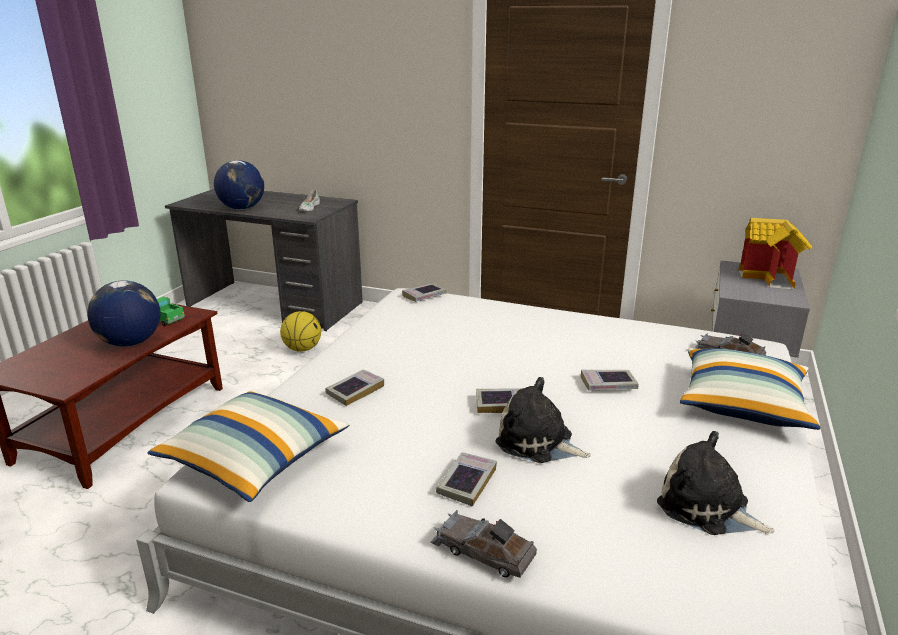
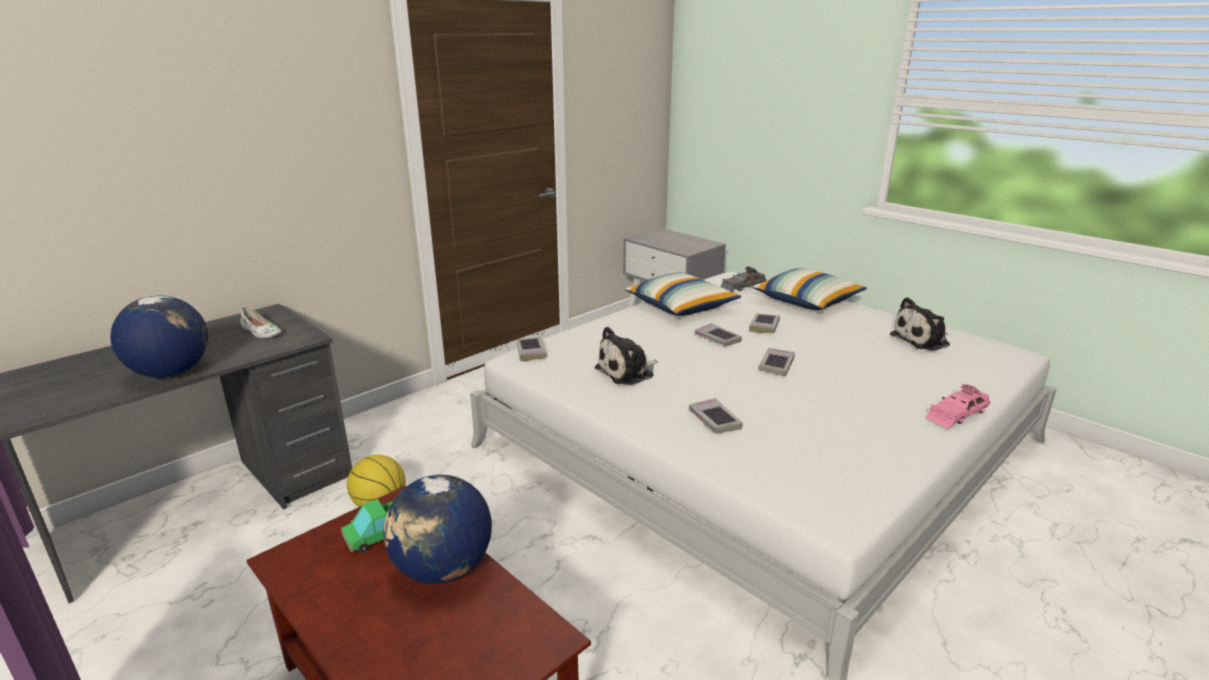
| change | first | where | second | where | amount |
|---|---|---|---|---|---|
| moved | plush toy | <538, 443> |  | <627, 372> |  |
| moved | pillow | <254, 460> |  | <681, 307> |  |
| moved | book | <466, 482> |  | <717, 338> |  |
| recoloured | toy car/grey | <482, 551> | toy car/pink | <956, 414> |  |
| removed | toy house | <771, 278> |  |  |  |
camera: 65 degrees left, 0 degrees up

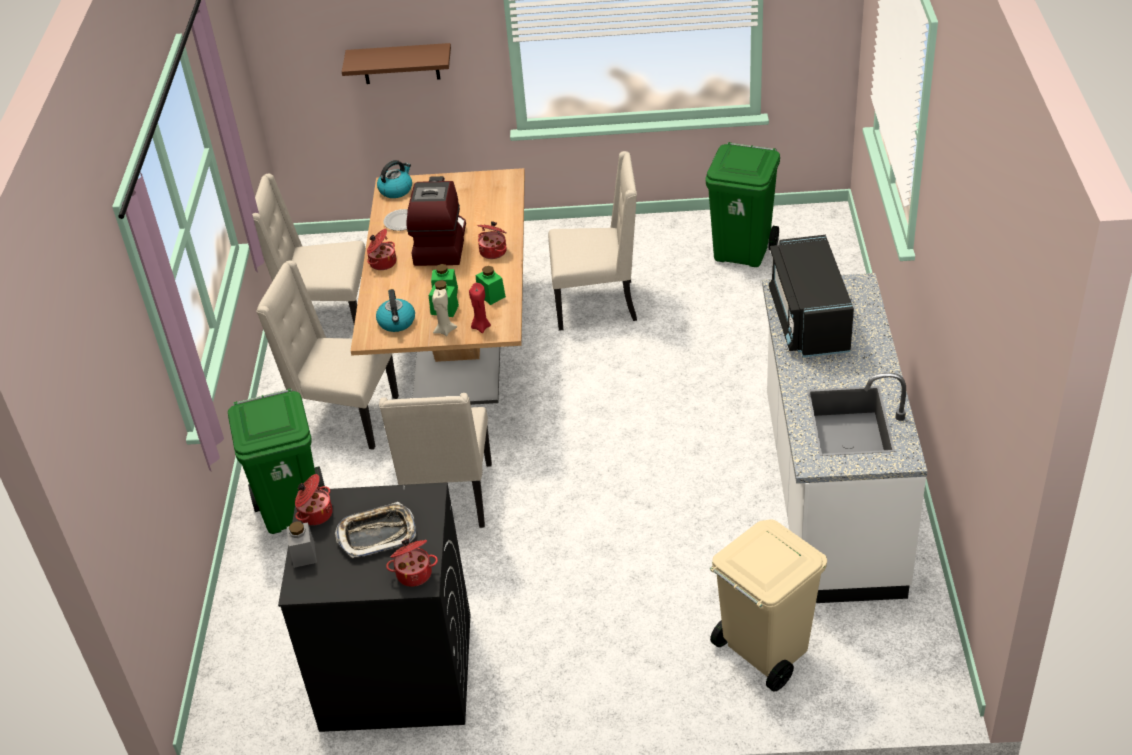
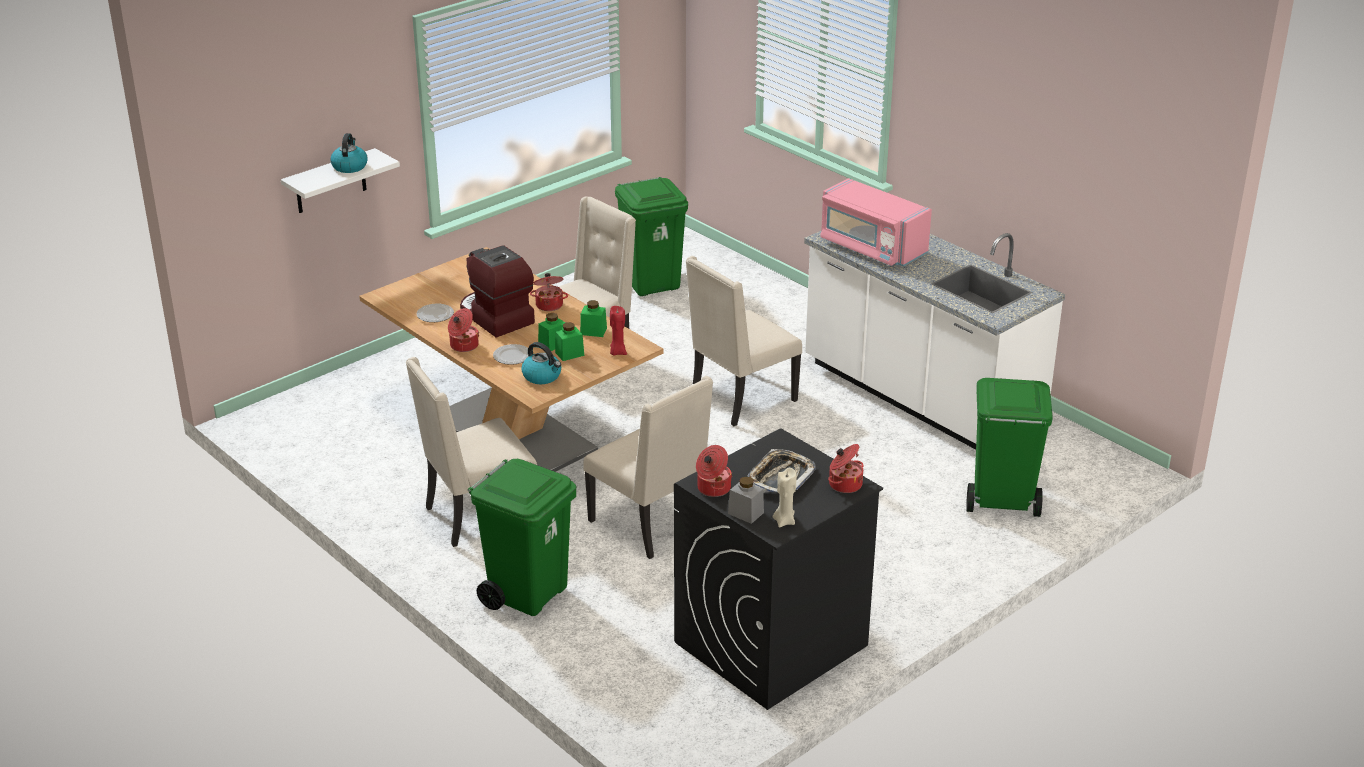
| change | first | where | second | where | amount |
|---|---|---|---|---|---|
| recoloured | shelf/brown | <400, 63> | shelf/white | <330, 182> |  |
| moved | kettle | <396, 190> |  | <349, 166> |  |
| added |  |  | plate | <512, 357> |  |
| moved | chair/beige | <327, 320> |  | <741, 400> |  |
| moved | candle/beige | <444, 330> |  | <784, 521> |  |
| recoloured | microwave/black | <809, 320> | microwave/pink | <871, 247> |  |
| recoloured | trash can/beige | <763, 651> | trash can/green | <1001, 501> |  |
camera: 45 degrees left, 10 degrees down

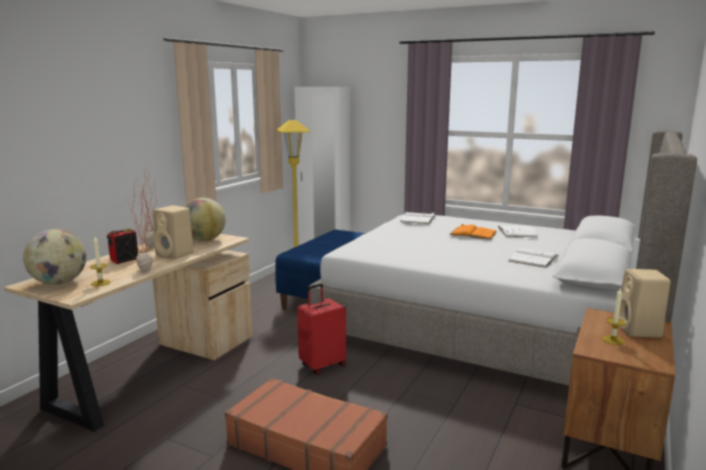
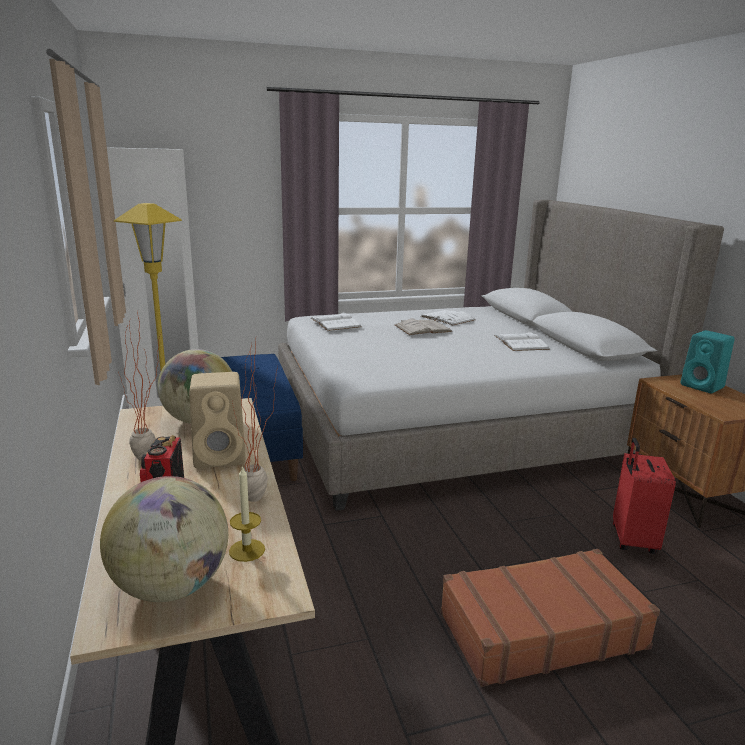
| change | first | where | second | where | amount |
|---|---|---|---|---|---|
| recoloured | book/orange | <473, 233> | book/white | <423, 328> |  |
| moved | suitcase/red | <322, 365> |  | <632, 540> |  |
| recoloured | speaker/beige | <639, 331> | speaker/turquoise | <703, 386> |  |
| removed | candle | <613, 340> |  |  |  |
camera: 45 degrees left, 5 degrees up

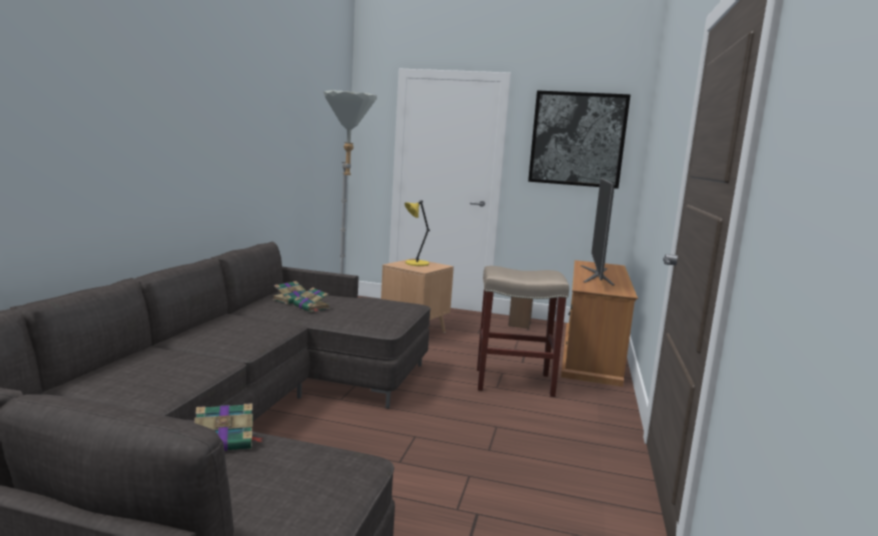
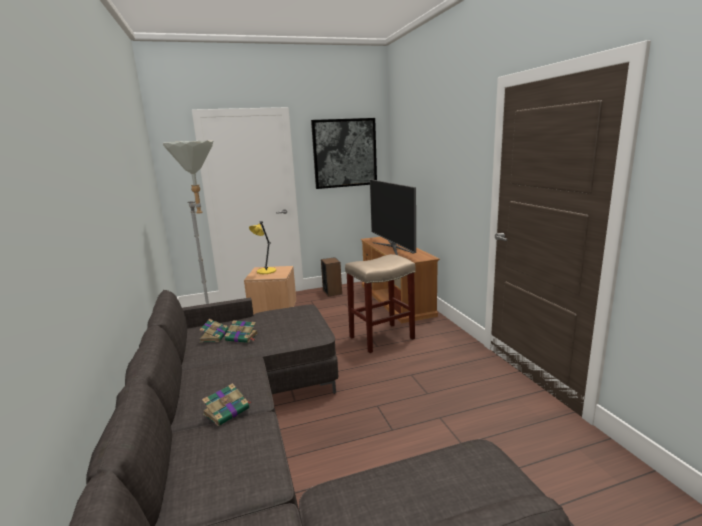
| change | first | where | second | where | amount |
|---|---|---|---|---|---|
| moved | book | <225, 440> |  | <227, 411> |  |
camera: 30 degrees left, 5 degrees up

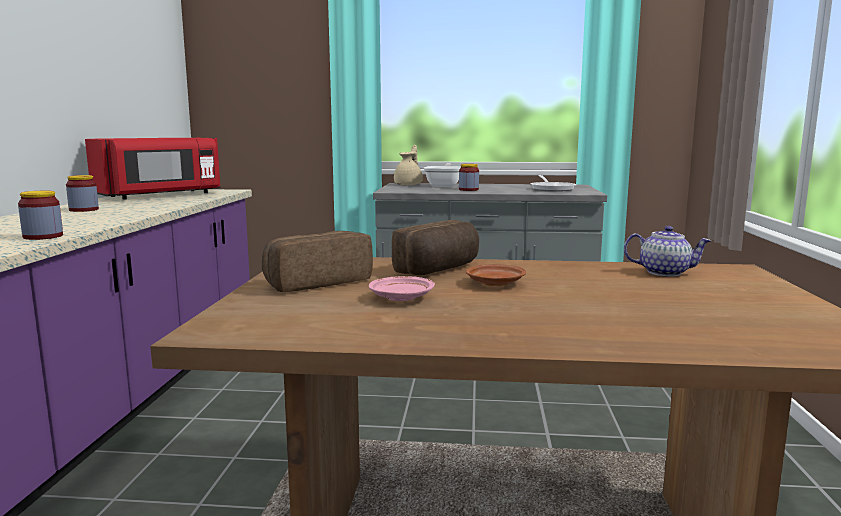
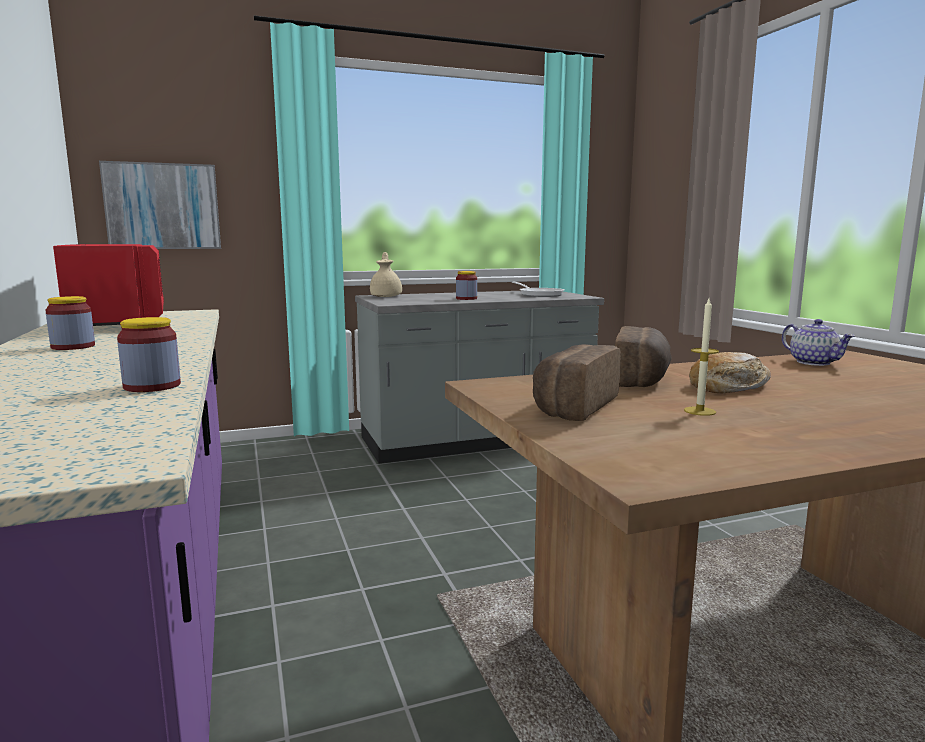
| change | first | where | second | where | amount |
|---|---|---|---|---|---|
| turned | microwave/red | <160, 195> |  | <119, 322> | 45 degrees counterclockwise |
| added |  |  | picture | <163, 206> |  |
| replaced | plate/pink | <401, 298> | candle | <699, 411> |  |
| replaced | plate/brown | <495, 283> | bread | <729, 387> |  |
| turned | teapot | <664, 272> |  | <814, 362> | 75 degrees clockwise |
| removed | frying pan | <444, 186> |  |  |  |
camera: 25 degrees left, 0 degrees up

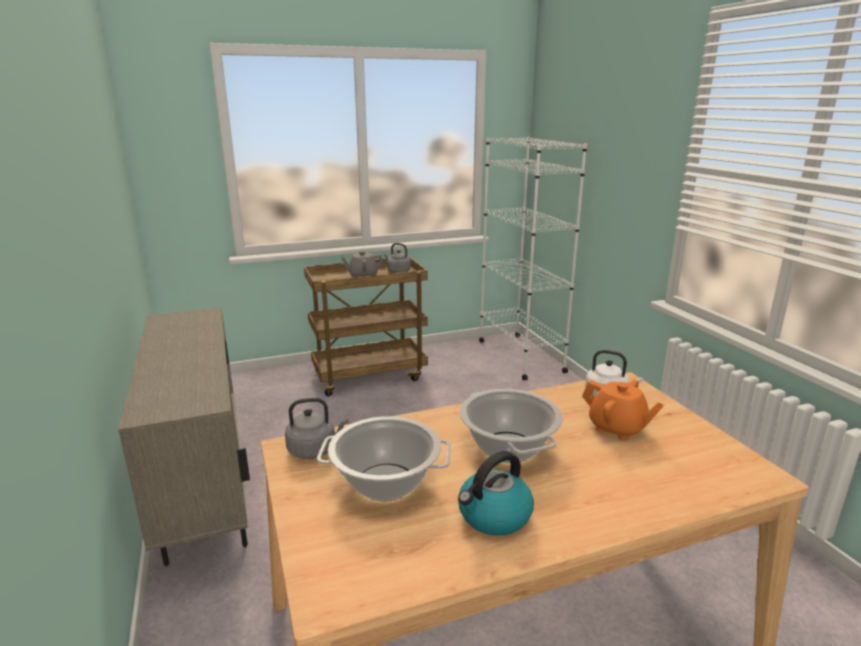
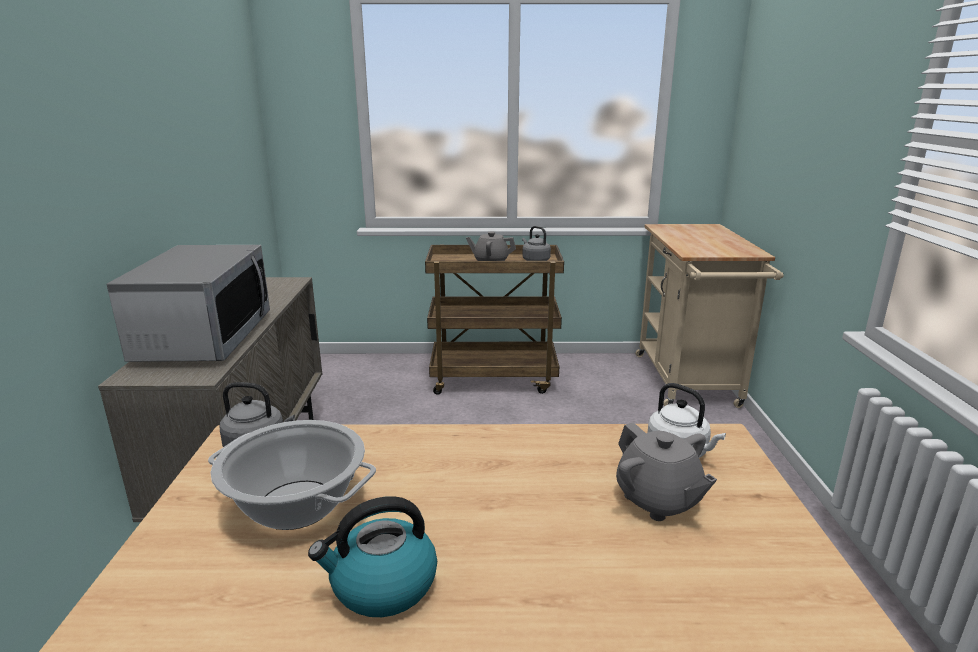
| change | first | where | second | where | amount |
|---|---|---|---|---|---|
| added |  |  | microwave | <204, 338> |  |
| recoloured | teapot/orange | <617, 428> | teapot/grey | <658, 500> |  |
| replaced | bookcase/white | <520, 356> | cart/beige | <689, 384> |  |
| removed | cooking pot | <508, 447> |  |  |  |
camera: 20 degrees right, 0 degrees up

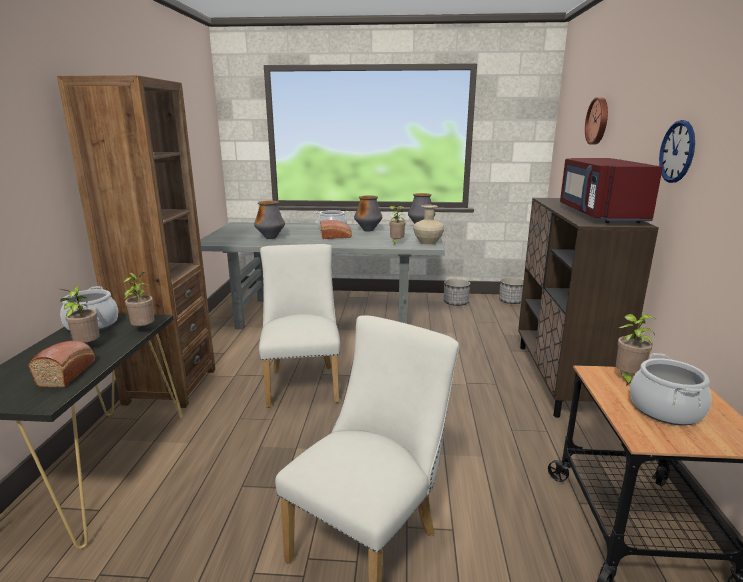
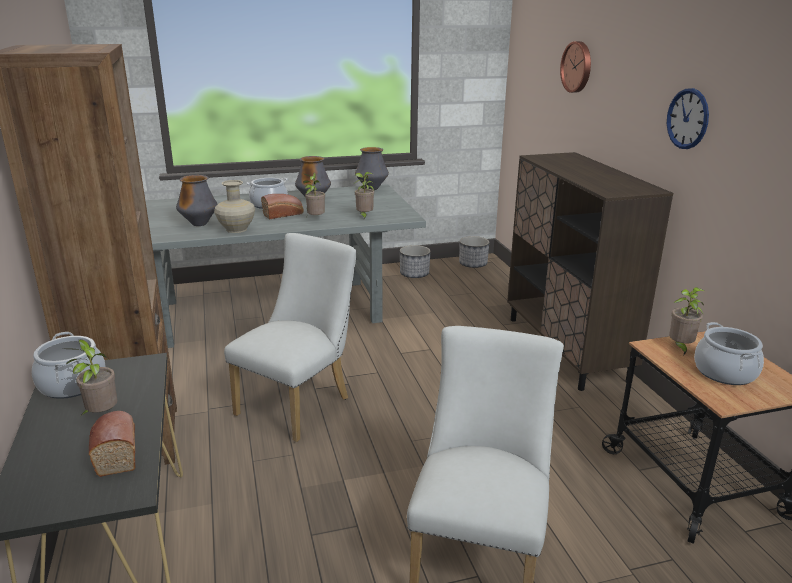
| change | first | where | second | where | amount |
|---|---|---|---|---|---|
| moved | vase/beige | <427, 243> |  | <236, 229> |  |
| turned | chair/white | <303, 382> |  | <299, 403> | 60 degrees clockwise |
| moved | potted plant | <143, 329> |  | <315, 219> |  |
| removed | microwave/red | <599, 215> |  |  |  |
camera: 20 degrees left, 5 degrees up

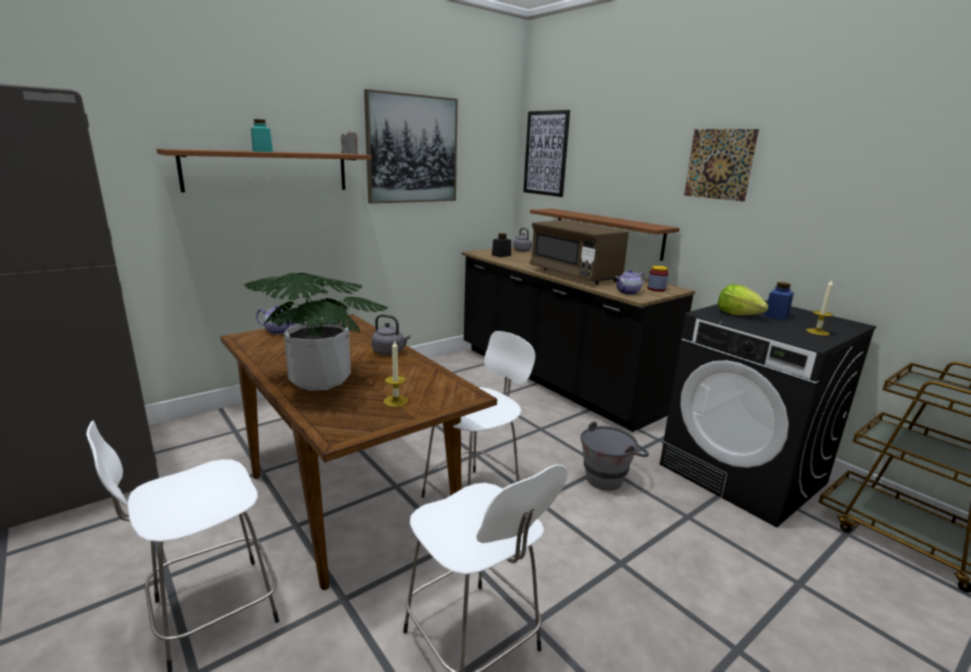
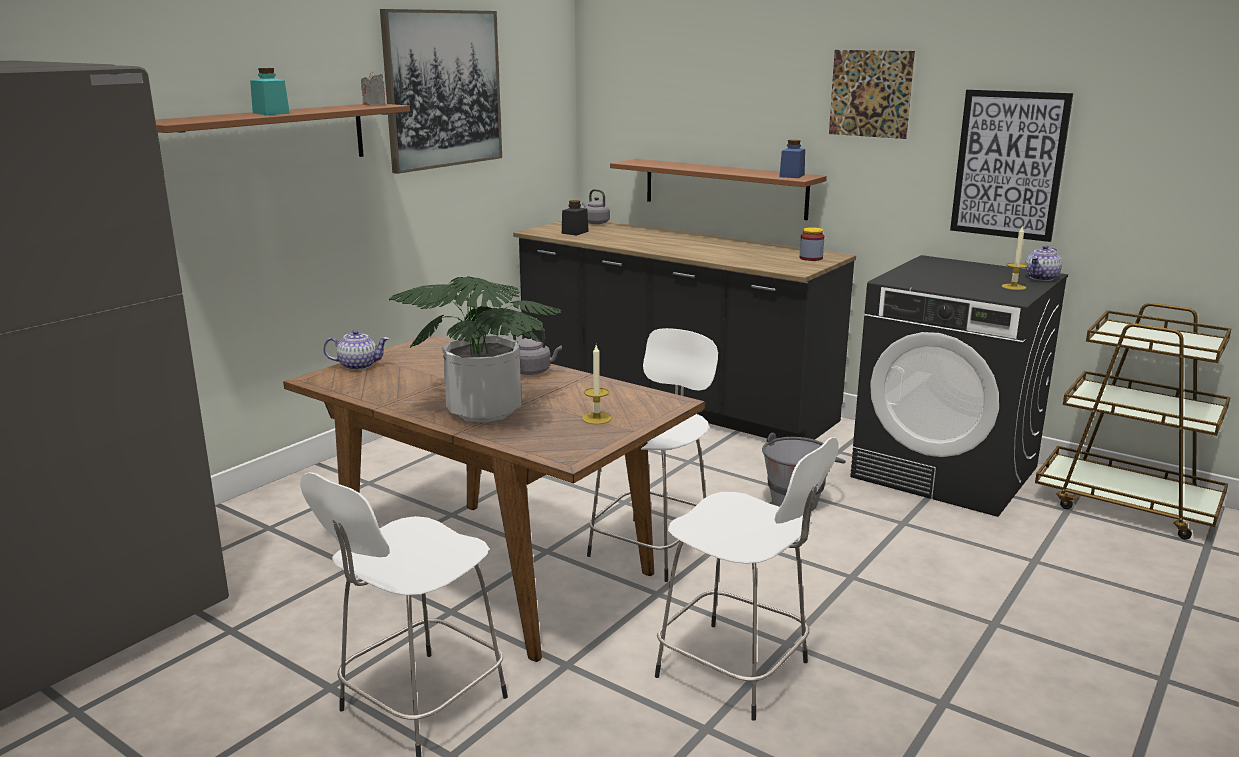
| change | first | where | second | where | amount |
|---|---|---|---|---|---|
| moved | jar/blue | <776, 316> |  | <792, 176> |  |
| moved | picture | <546, 153> |  | <1009, 165> |  |
| moved | teapot | <628, 292> |  | <1041, 278> |  |
| removed | microwave/brown | <574, 275> |  |  |  |
| removed | lettuce | <737, 314> |  |  |  |
camera: 15 degrees left, 0 degrees up

